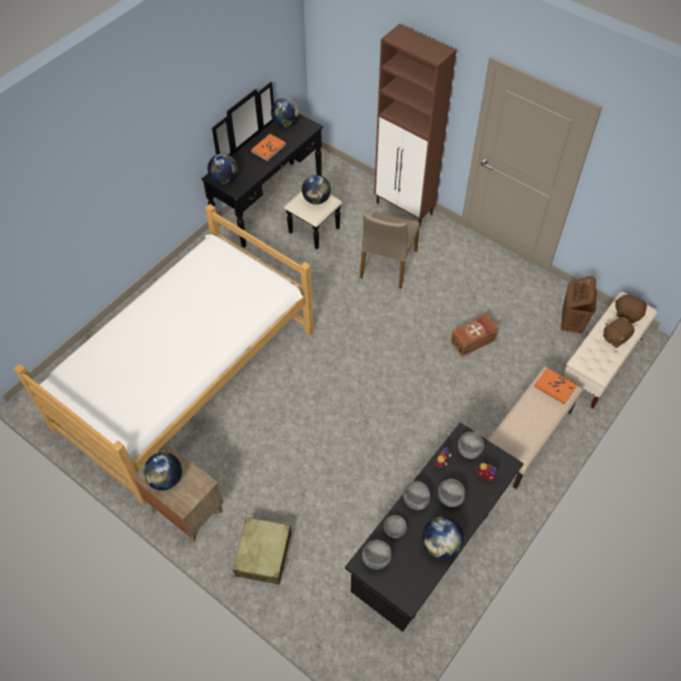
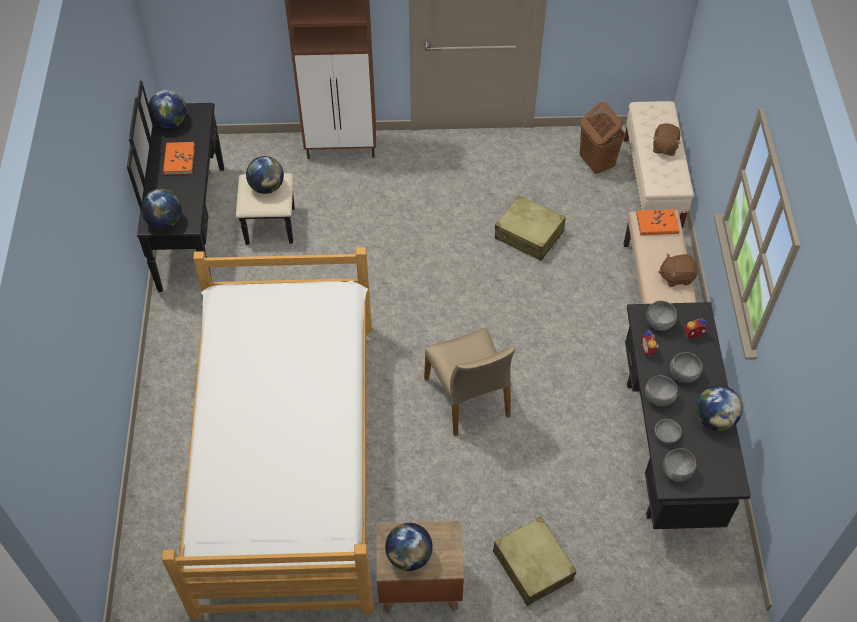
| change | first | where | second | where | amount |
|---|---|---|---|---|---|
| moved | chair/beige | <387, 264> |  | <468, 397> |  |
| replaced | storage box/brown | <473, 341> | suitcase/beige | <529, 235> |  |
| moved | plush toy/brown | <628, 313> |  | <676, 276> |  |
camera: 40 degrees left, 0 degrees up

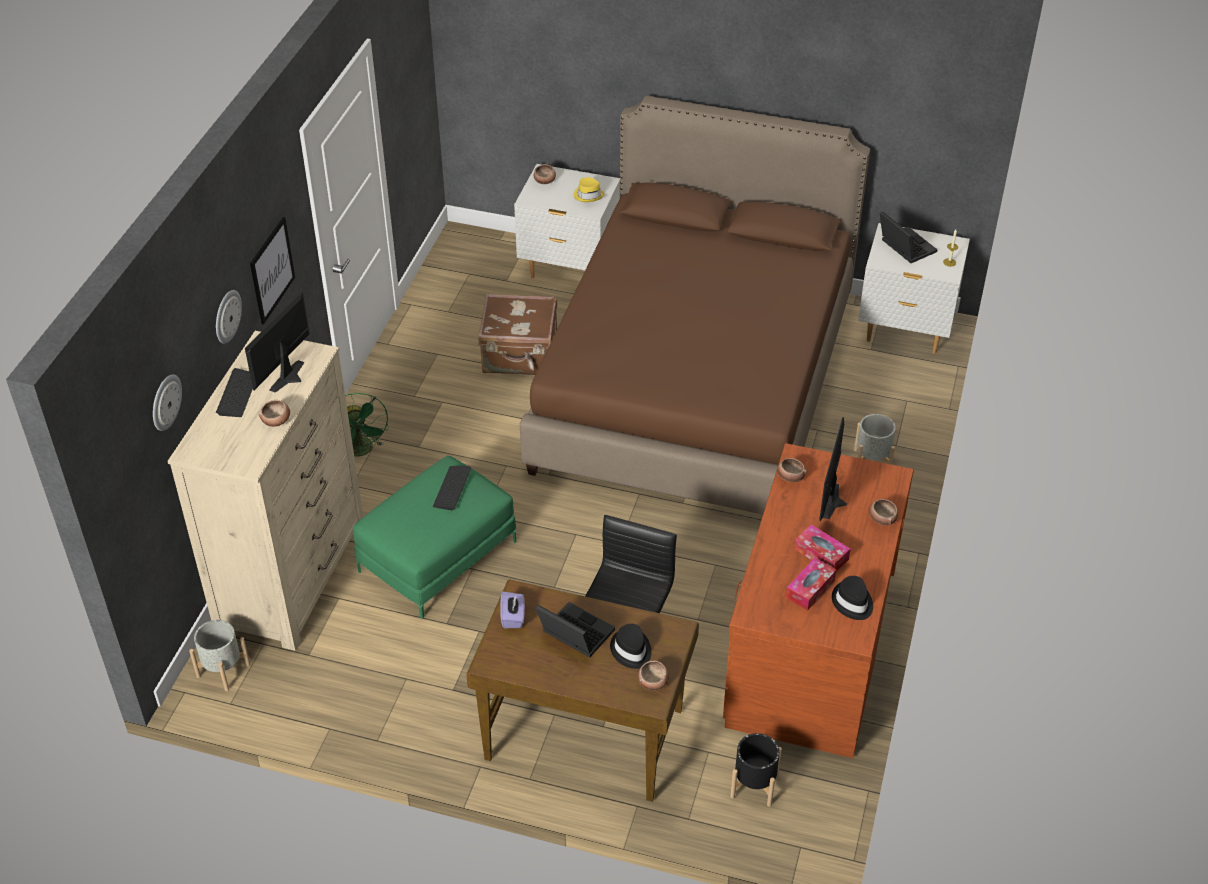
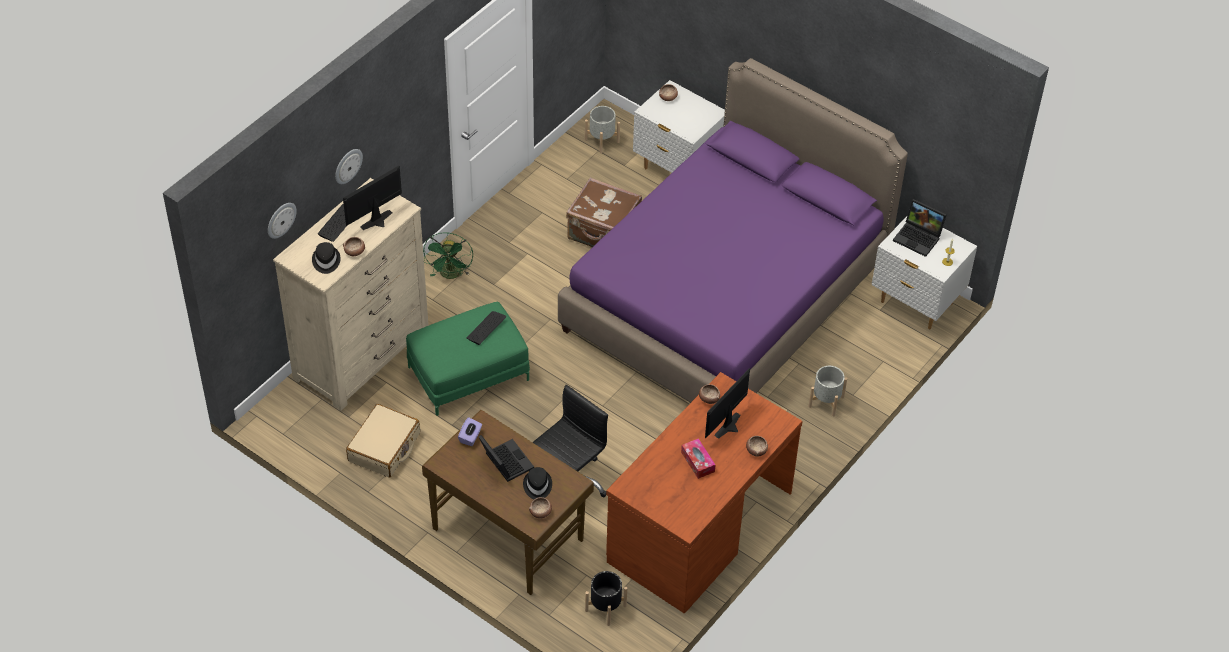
| change | first | where | second | where | amount |
|---|---|---|---|---|---|
| moved | hat/black | <852, 602> |  | <326, 261> |  |
| added |  |  | suitcase/beige | <384, 448> |  |
| recoloured | bed/brown | <695, 382> | bed/purple | <726, 295> |  |
| moved | planter/grey | <223, 670> |  | <602, 140> |  |
| turned | laptop | <904, 247> |  | <919, 237> | 135 degrees clockwise |
| removed | picture | <272, 270> |  |  |  |
| removed | hat/yellow | <588, 195> |  |  |  |
| removed | tissue box | <810, 589> |  |  |  |
camera: 20 degrees right, 5 degrees up

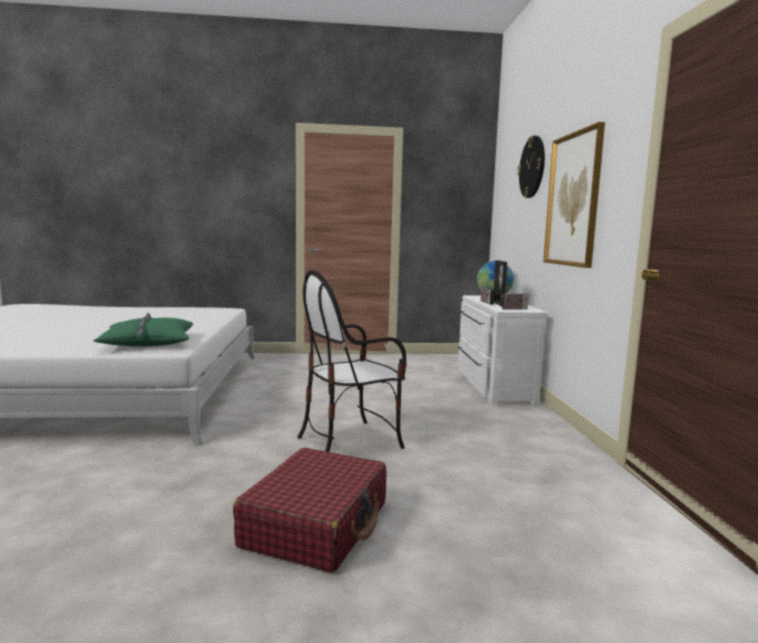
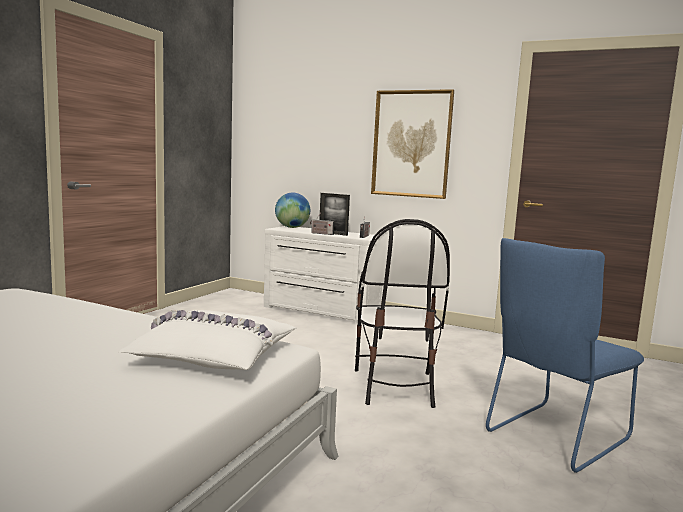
| change | first | where | second | where | amount |
|---|---|---|---|---|---|
| recoloured | pillow/green | <148, 342> | pillow/white | <213, 355> |  |
| replaced | suitcase/red | <317, 524> | chair/blue | <553, 437> |  |
| removed | wall clock | <532, 167> |  |  |  |
camera: 60 degrees left, 0 degrees up

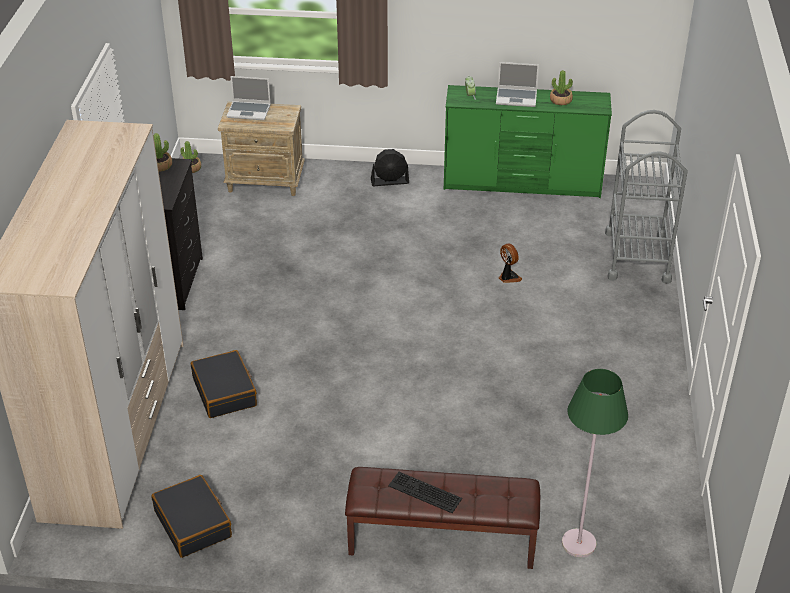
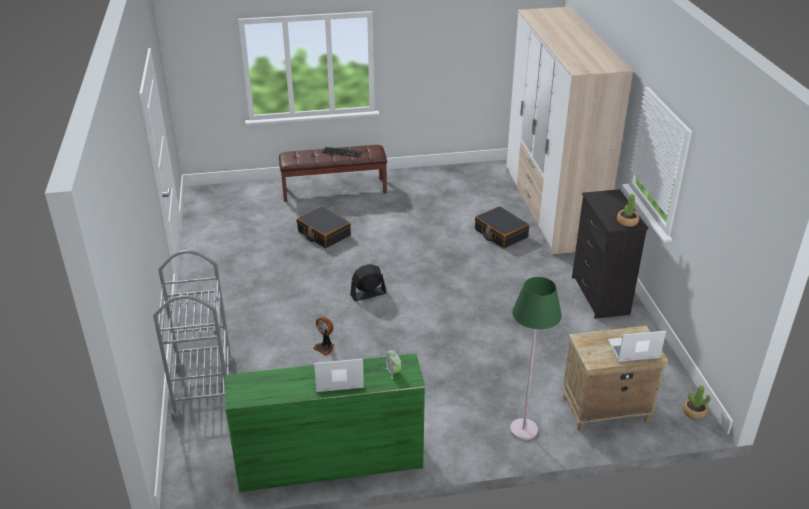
| change | first | where | second | where | amount |
|---|---|---|---|---|---|
| moved | suitcase/black | <193, 524> |  | <323, 234> |  |
| moved | fan/black | <390, 181> |  | <368, 294> |  |
| moved | floor lamp/green | <578, 543> |  | <523, 429> |  |
| removed | potted plant | <560, 100> |  |  |  |
camera: 165 degrees right, 5 degrees down

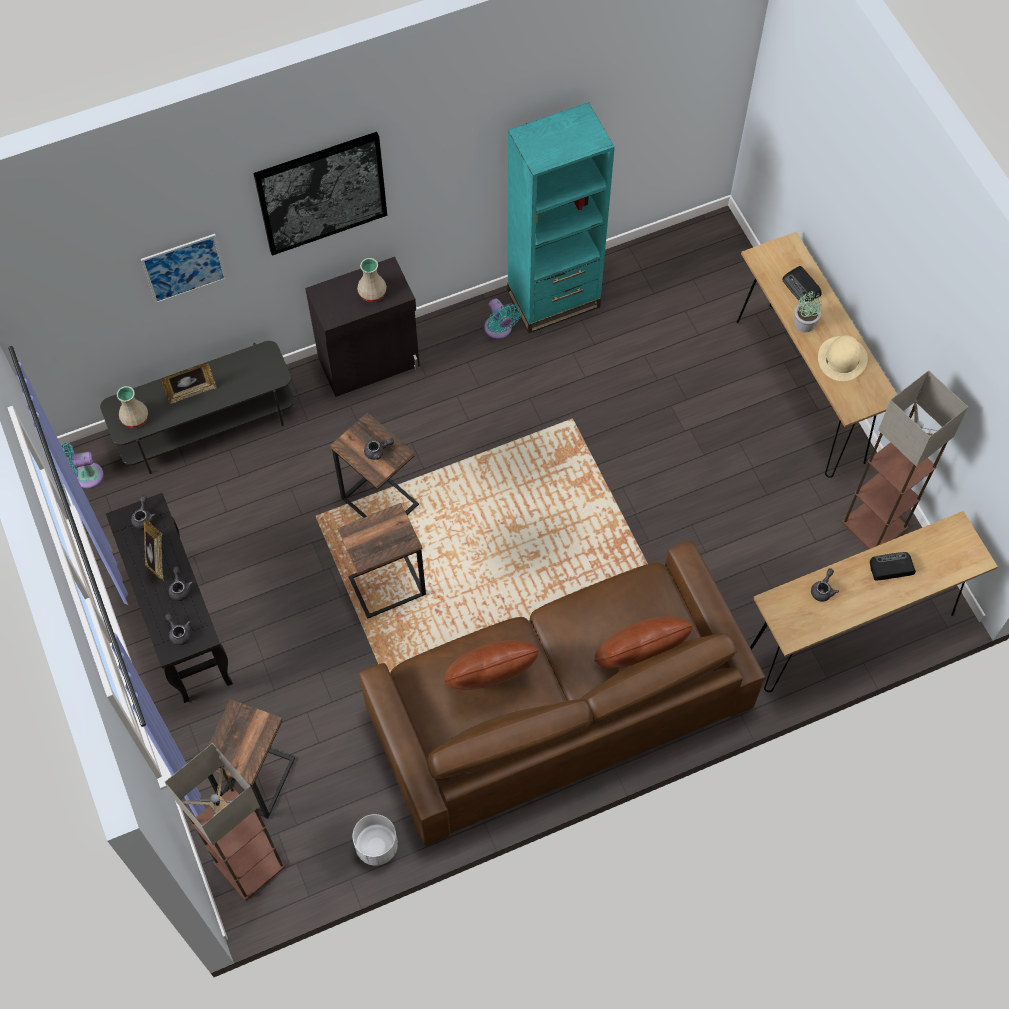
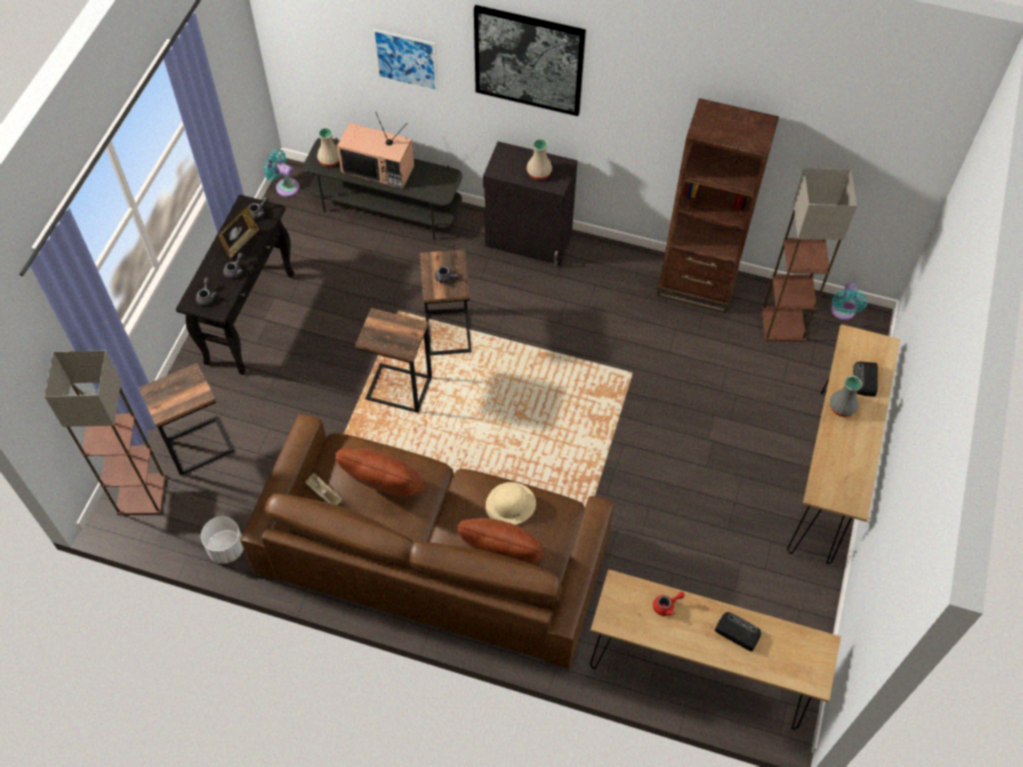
| change | first | where | second | where | amount |
|---|---|---|---|---|---|
| added |  |  | tray/beige | <324, 493> |  |
| replaced | picture frame | <191, 392> | television | <379, 168> |  |
| moved | hat/beige | <842, 358> |  | <511, 504> |  |
| recoloured | teapot/grey | <823, 589> | teapot/red | <666, 606> |  |
| recoloured | bookcase/turquoise | <553, 299> | bookcase/brown | <696, 285> |  |
| moved | floor lamp | <875, 525> |  | <784, 325> |  |
| replaced | potted plant | <804, 322> | vase/grey | <842, 406> |  |
| moved | fan/turquoise | <499, 329> |  | <842, 312> |  |
camera: 40 degrees right, 5 degrees down

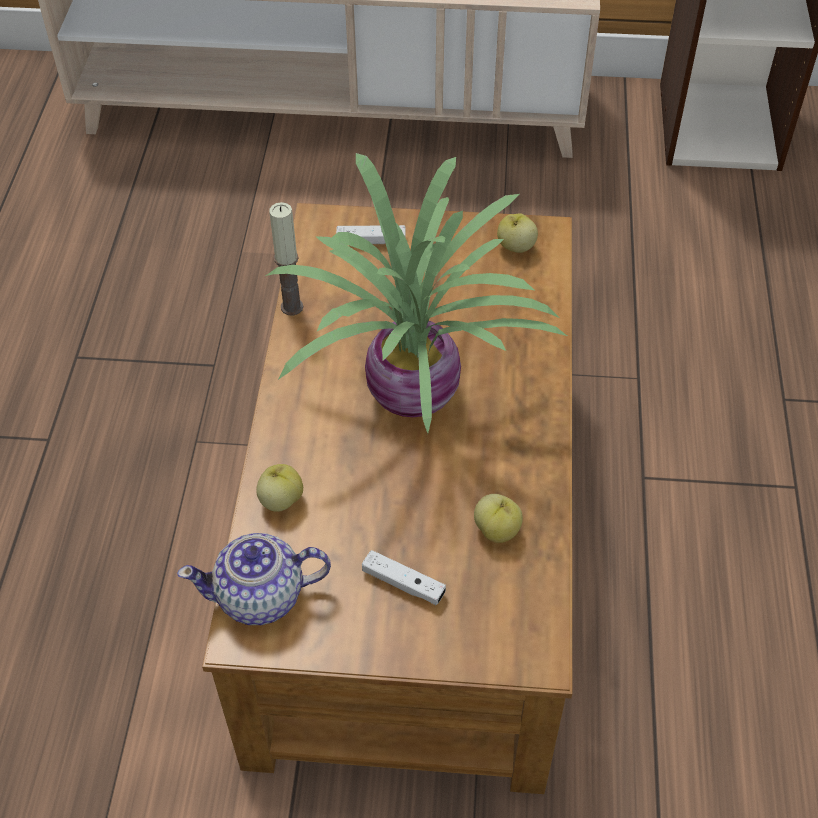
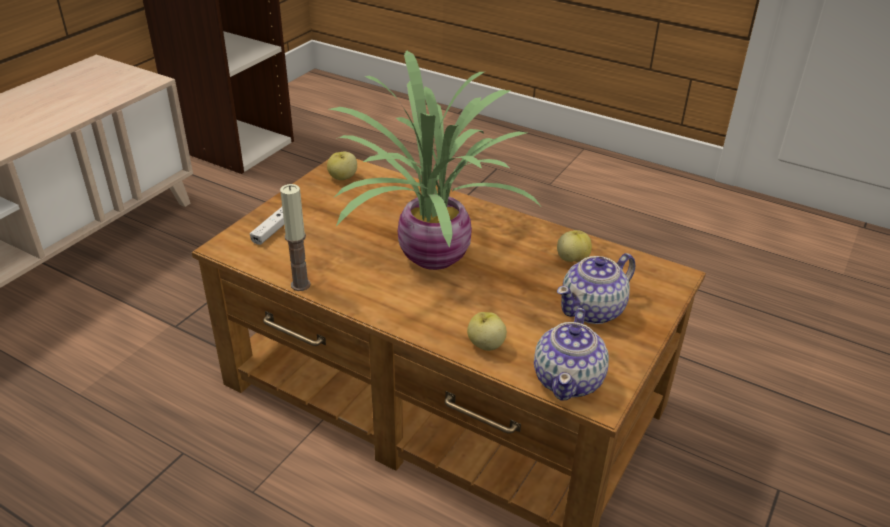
| change | first | where | second | where | amount |
|---|---|---|---|---|---|
| replaced | game controller/white | <403, 583> | teapot | <593, 310> |  |
camera: 65 degrees left, 15 degrees down

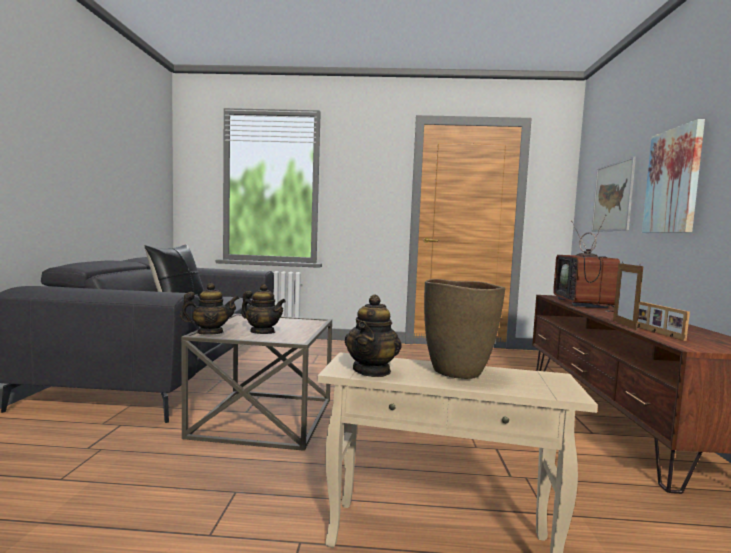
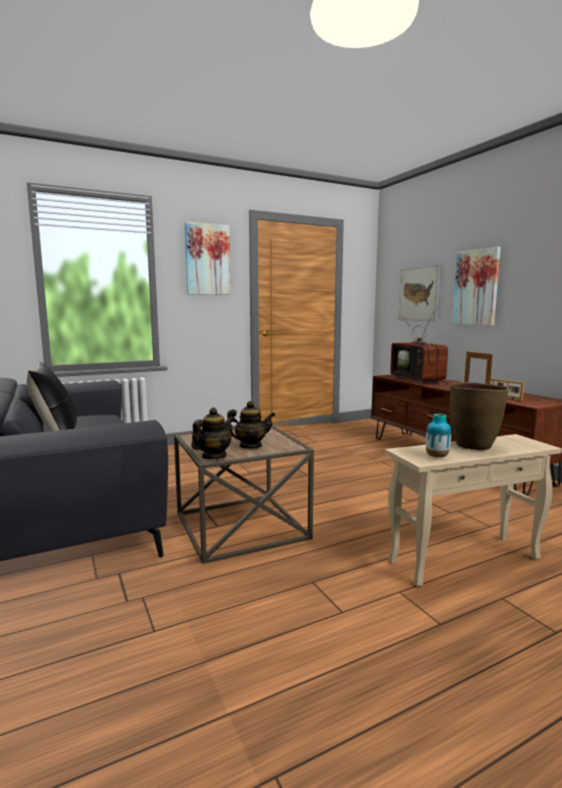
| change | first | where | second | where | amount |
|---|---|---|---|---|---|
| added |  |  | picture | <207, 259> |  |
| replaced | teapot | <372, 370> | vase | <437, 456> |  |
camera: 30 degrees left, 5 degrees up

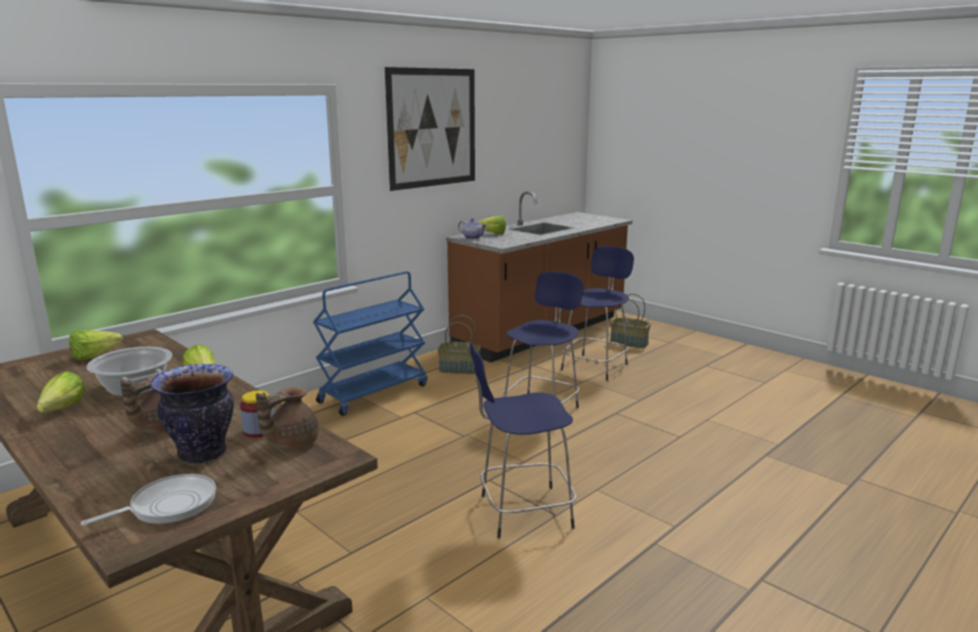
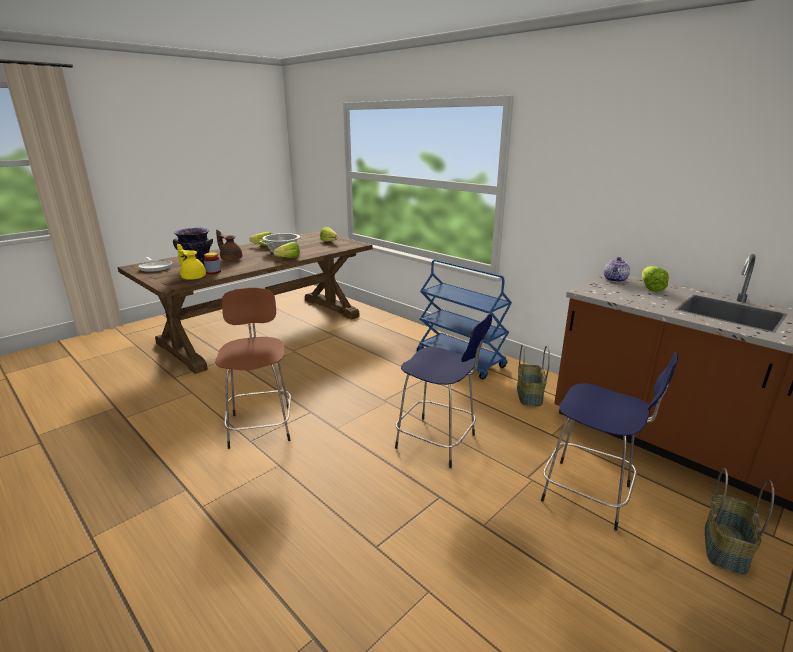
| change | first | where | second | where | amount |
|---|---|---|---|---|---|
| recoloured | teapot/brown | <291, 443> | teapot/yellow | <193, 277> |  |
| recoloured | stool/blue | <522, 512> | stool/brown | <261, 425> |  |
| removed | picture | <432, 128> |  |  |  |
camera: 90 degrees right, 5 degrees up

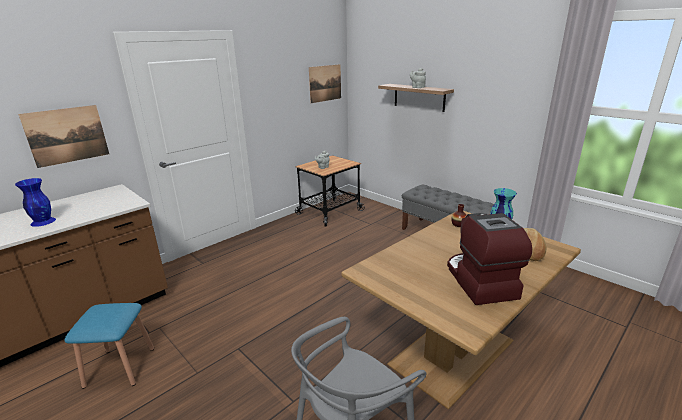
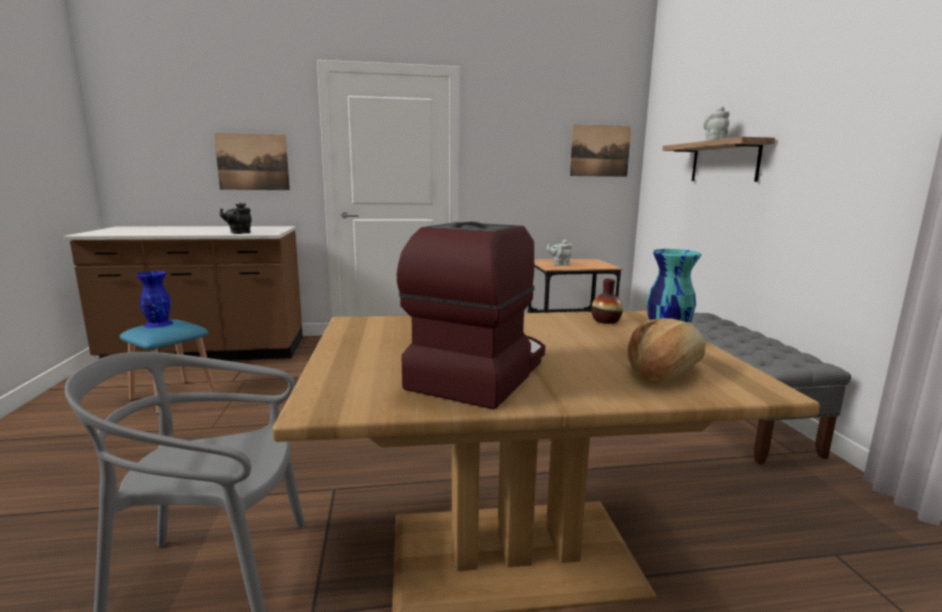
| change | first | where | second | where | amount |
|---|---|---|---|---|---|
| moved | vase/blue | <43, 221> |  | <158, 324> |  |
| added |  |  | teapot/black | <238, 233> |  |
camera: 35 degrees right, 10 degrees down

